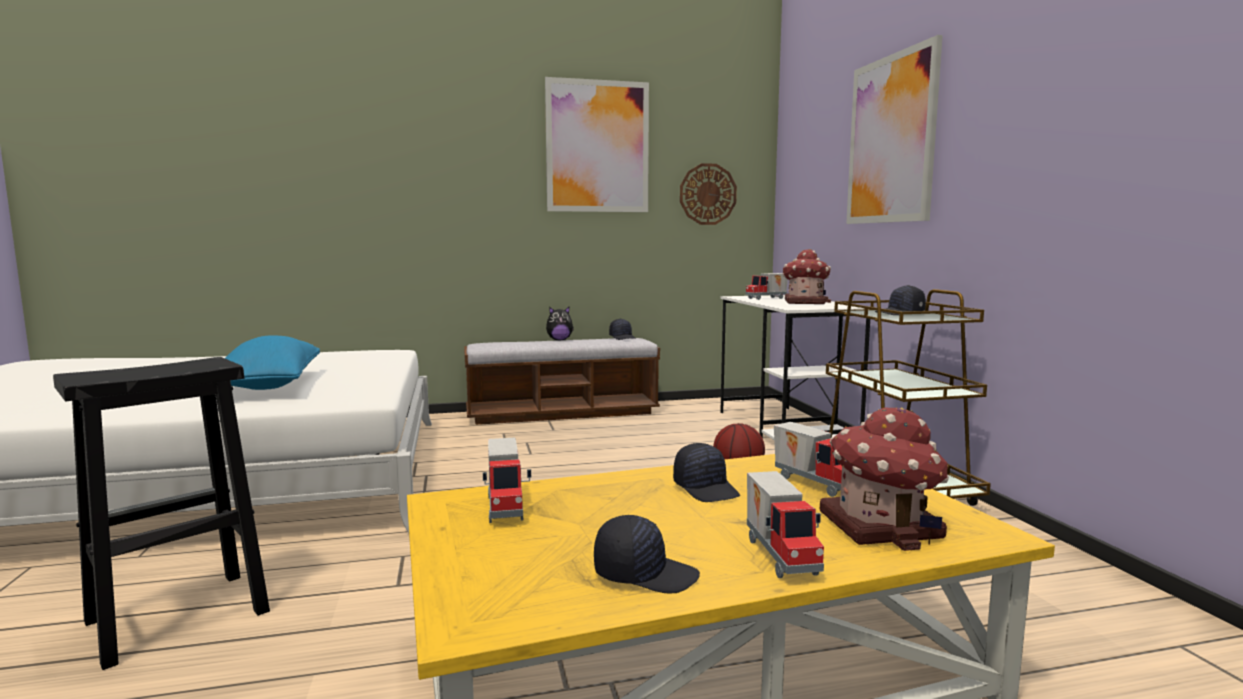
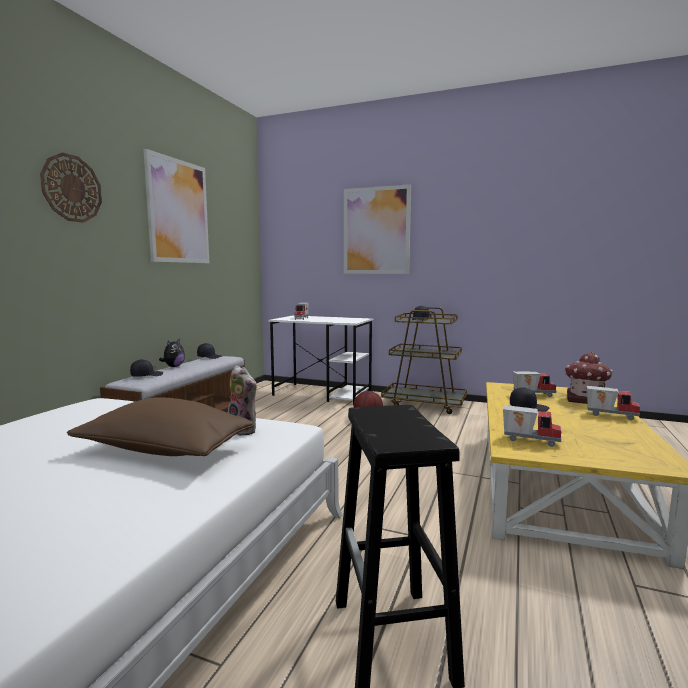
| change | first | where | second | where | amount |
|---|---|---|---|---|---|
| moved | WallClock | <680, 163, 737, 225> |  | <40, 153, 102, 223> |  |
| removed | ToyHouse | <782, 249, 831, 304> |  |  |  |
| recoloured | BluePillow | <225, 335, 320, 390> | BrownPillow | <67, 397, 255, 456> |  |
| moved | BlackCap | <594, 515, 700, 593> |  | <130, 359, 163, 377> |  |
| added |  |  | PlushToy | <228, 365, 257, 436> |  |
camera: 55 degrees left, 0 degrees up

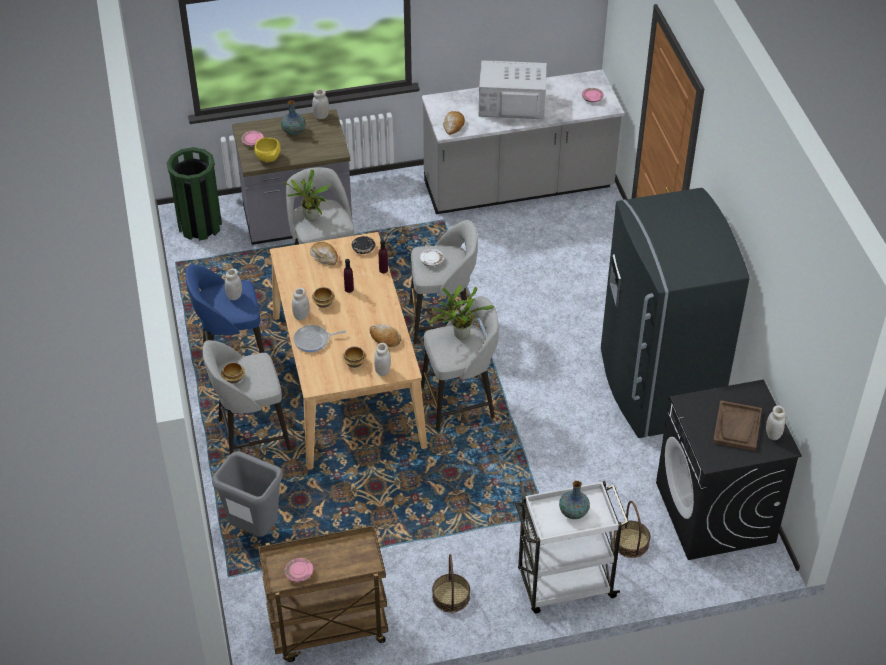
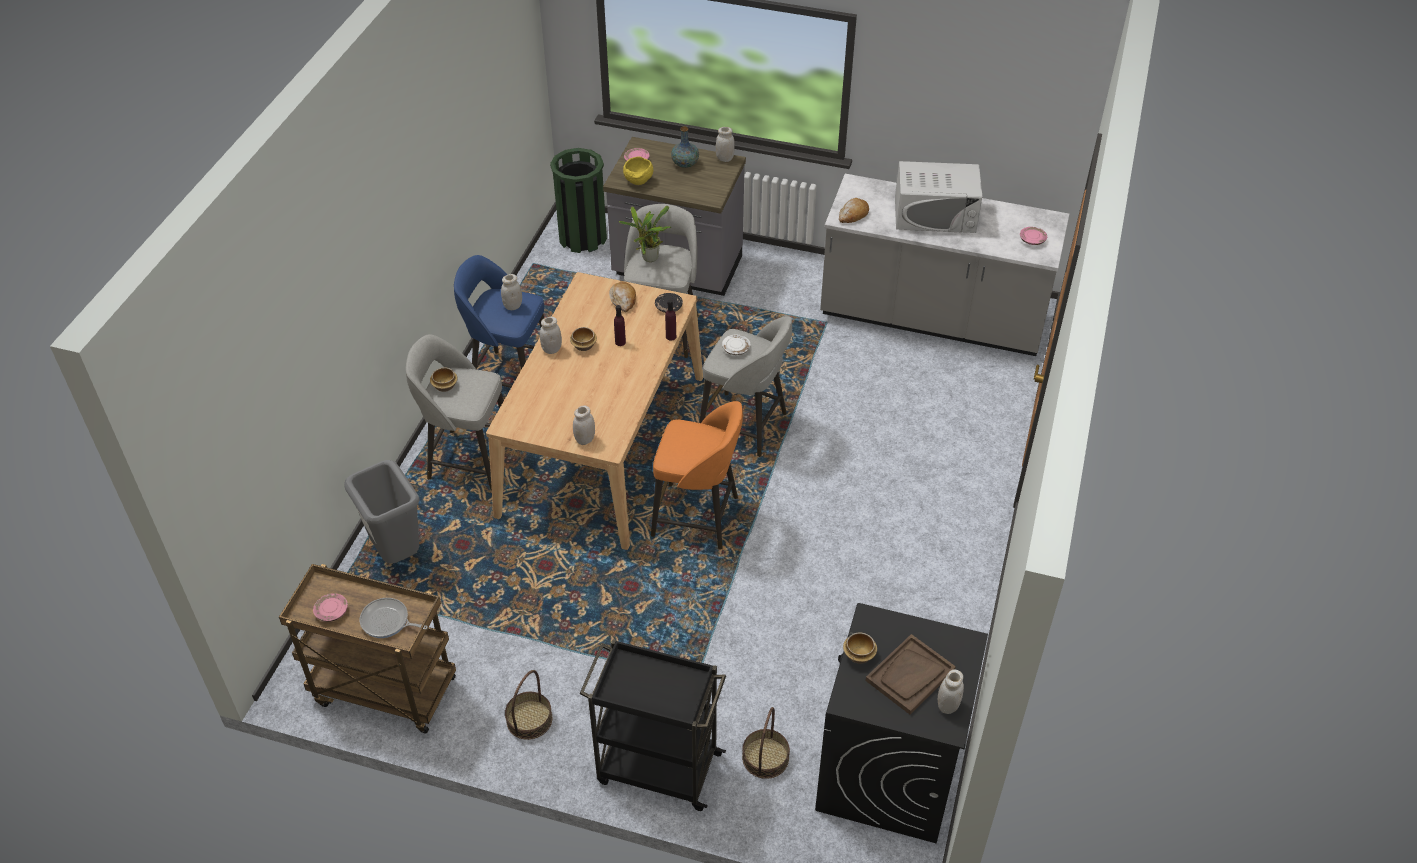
| change | first | where | second | where | amount |
|---|---|---|---|---|---|
| turned | WhiteMicrowave | <479, 60, 547, 119> |  | <895, 161, 982, 233> | 150 degrees clockwise |
| removed | GreyFridge | <601, 188, 750, 438> |  |  |  |
| removed | PottedPlant | <429, 285, 494, 340> |  |  |  |
| recoloured | GreyStool | <421, 296, 499, 431> | OrangeStool | <651, 401, 743, 550> |  |
| removed | Bread | <370, 324, 401, 347> |  |  |  |
| moved | FryingPan | <293, 325, 346, 352> |  | <360, 598, 428, 638> |  |
| moved | Bowl | <342, 346, 366, 368> |  | <843, 632, 877, 664> |  |
| recoloured | WhiteCart | <515, 481, 629, 613> | BlackCart | <580, 639, 726, 811> |  |
| removed | Vase | <559, 481, 590, 519> |  |  |  |
camera: 30 degrees right, 0 degrees up

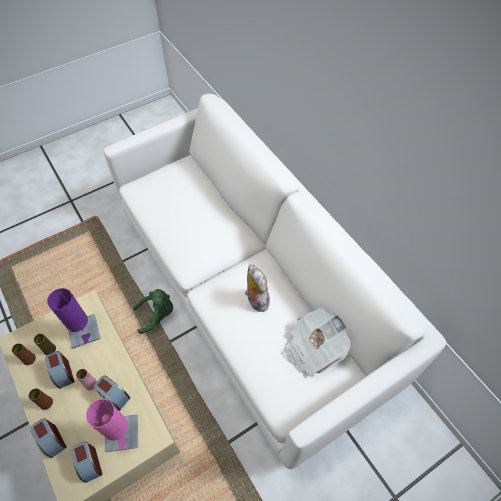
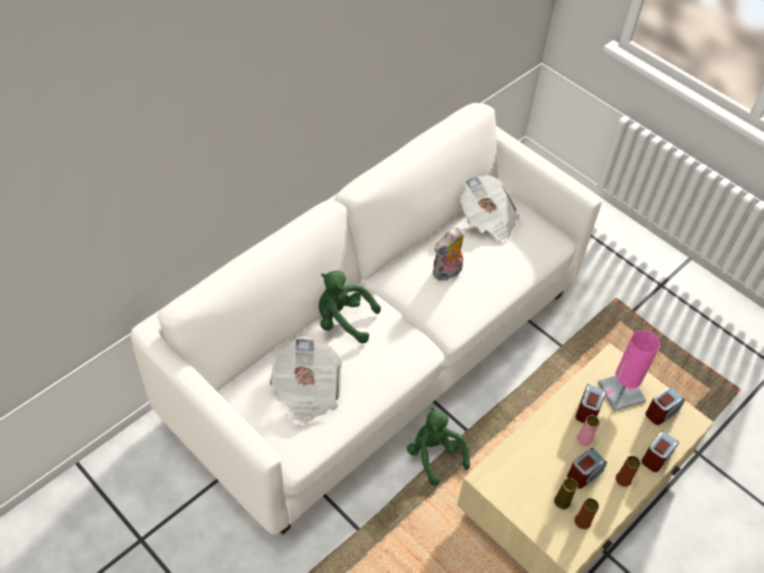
| change | first | where | second | where | amount |
|---|---|---|---|---|---|
| removed | PurpleTableLamp | <47, 288, 101, 349> |  |  |  |
| added |  |  | GreenPlushToy | <319, 270, 381, 344> |  |
| added |  |  | Newspaper | <270, 336, 342, 425> |  |
camera: 105 degrees left, 5 degrees down

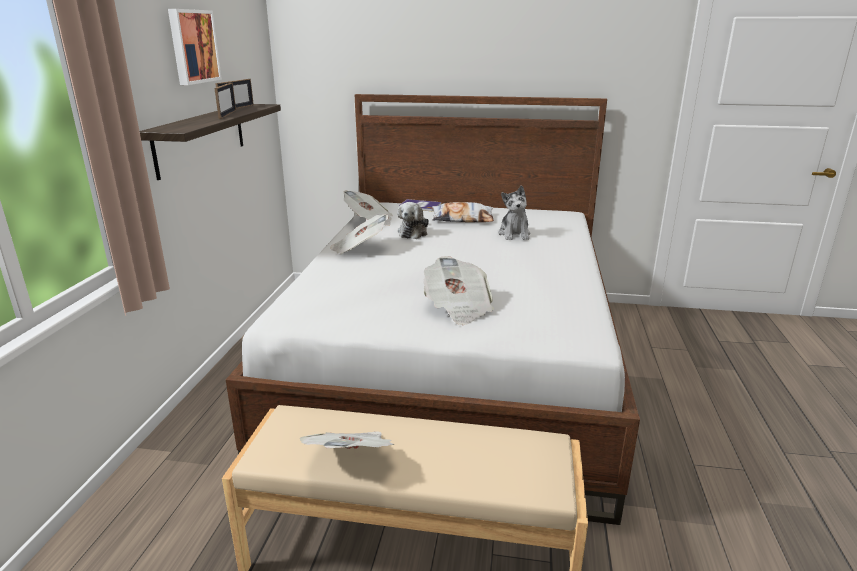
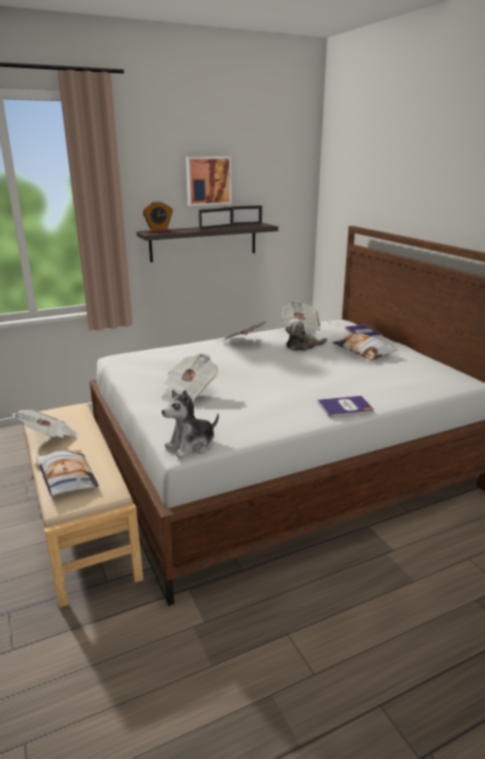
| change | first | where | second | where | amount |
|---|---|---|---|---|---|
| moved | PlushToy | <498, 185, 531, 240> |  | <162, 390, 219, 459> |  |
| added |  |  | AlarmClock | <142, 201, 173, 233> |  |
| added |  |  | Book | <317, 396, 374, 417> |  |
| added |  |  | Pillow | <36, 450, 99, 496> |  |
camera: 55 degrees right, 0 degrees up

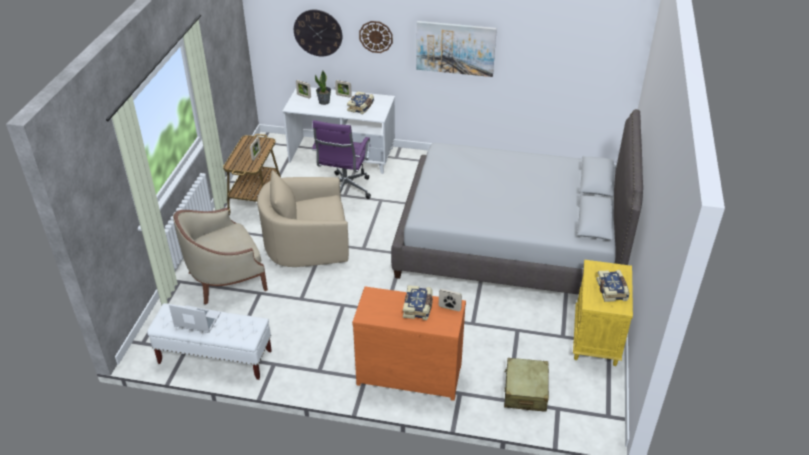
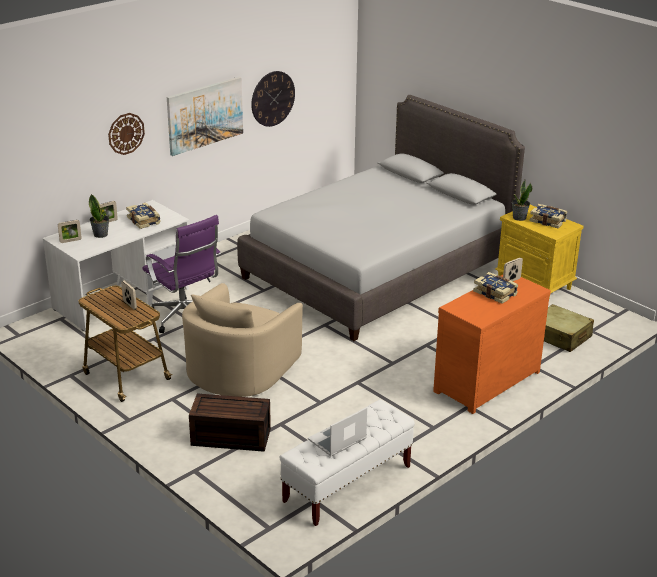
| change | first | where | second | where | amount |
|---|---|---|---|---|---|
| moved | WallClock | <294, 10, 342, 56> |  | <251, 71, 295, 127> |  |
| replaced | BeigeArmchair | <173, 208, 268, 305> | BrownStorageBox | <189, 393, 271, 452> |  |
| added |  |  | PottedPlant | <512, 180, 532, 221> |  |
camera: 55 degrees left, 10 degrees down

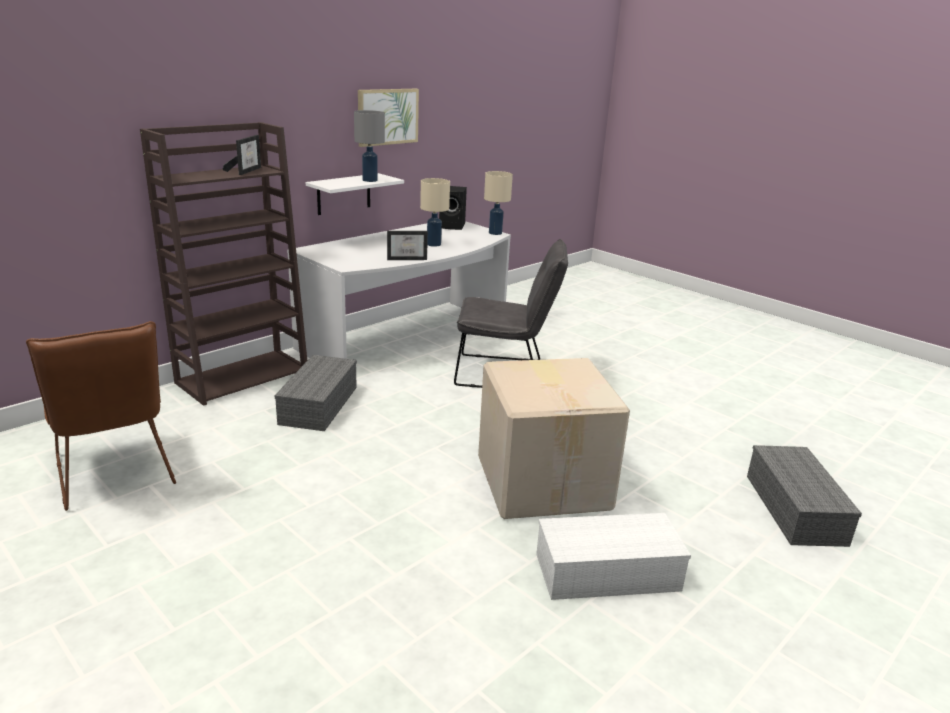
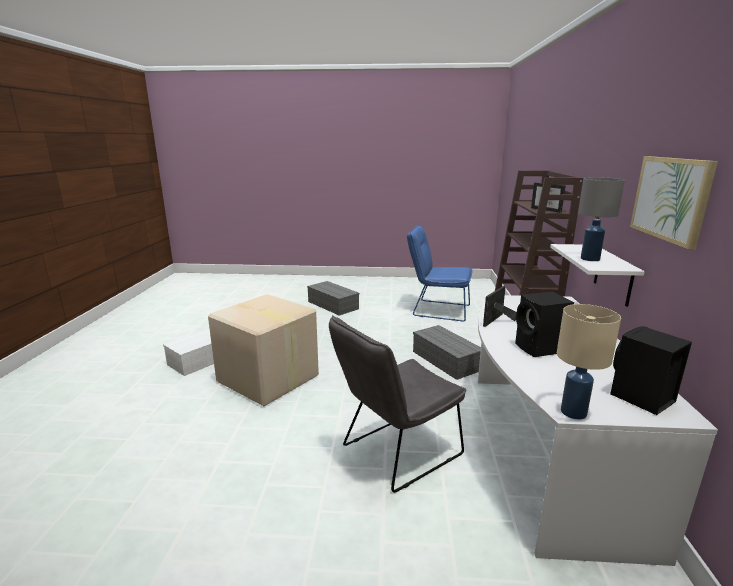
| change | first | where | second | where | amount |
|---|---|---|---|---|---|
| replaced | BeigeTableLamp | <420, 178, 450, 247> | BlackSpeaker | <515, 292, 574, 357> |  |
| recoloured | BrownChair | <26, 321, 176, 511> | BlueChair | <407, 225, 473, 321> |  |
| moved | GreyStorageBox | <747, 445, 862, 547> |  | <307, 281, 359, 316> |  |
camera: 140 degrees right, 5 degrees down

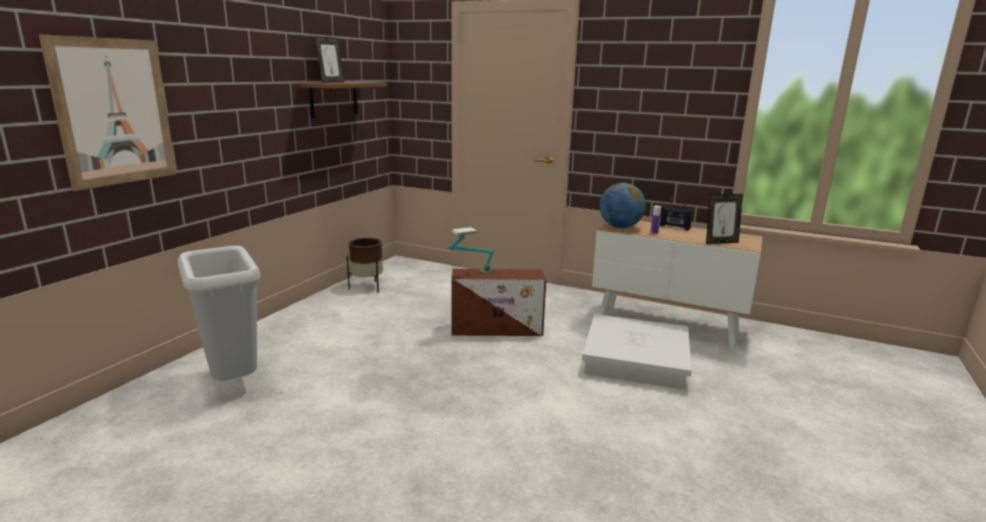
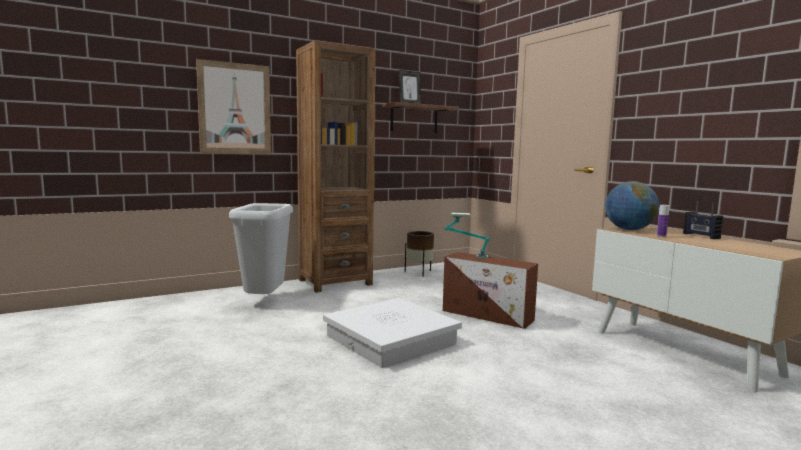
| change | first | where | second | where | amount |
|---|---|---|---|---|---|
| removed | PictureFrame | <706, 194, 743, 244> |  |  |  |
| moved | WhiteStorageBox | <582, 314, 691, 389> |  | <323, 298, 462, 368> |  |
| added |  |  | BrownBookcase | <296, 40, 376, 293> |  |
camera: 35 degrees right, 10 degrees down

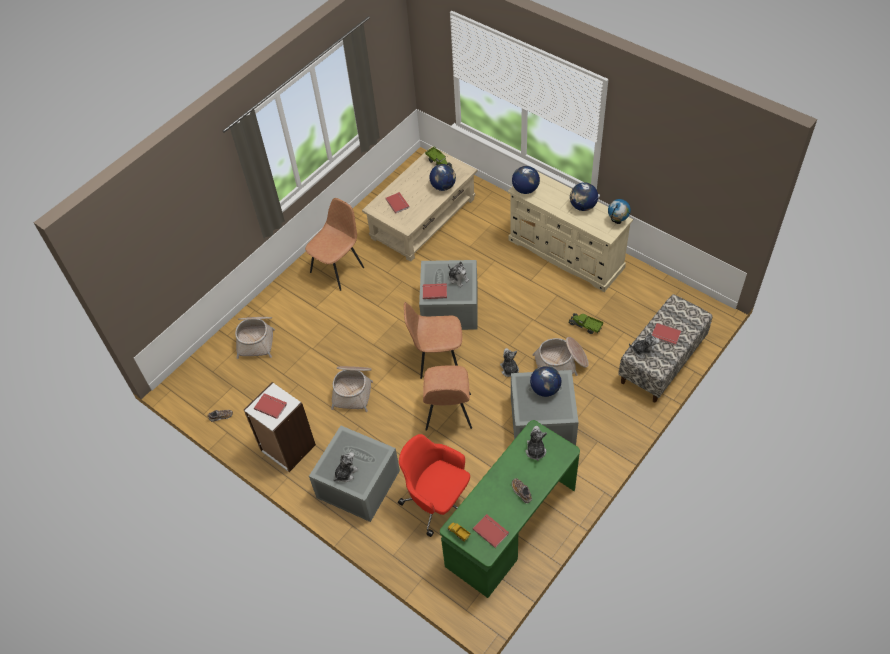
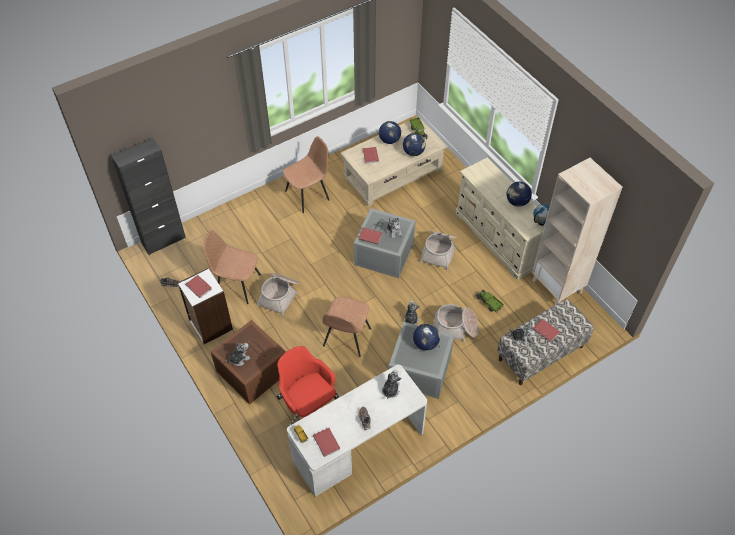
| change | first | where | second | where | amount |
|---|---|---|---|---|---|
| moved | Globe | <512, 166, 540, 194> |  | <379, 121, 401, 144> |  |
| moved | BrownChair | <404, 302, 462, 379> |  | <203, 230, 261, 304> |  |
| moved | Basket | <235, 317, 275, 359> |  | <419, 231, 457, 271> |  |
| recoloured | GreenDesk | <440, 420, 580, 598> | WhiteDesk | <287, 365, 427, 497> |  |
| recoloured | GreyStorageBox | <309, 426, 400, 522> | BrownStorageBox | <210, 320, 286, 405> |  |
| added |  |  | BlackCabinet | <111, 138, 186, 255> |  |
| added |  |  | BeigeBookcase | <532, 158, 623, 304> |  |
camera: 15 degrees right, 0 degrees up

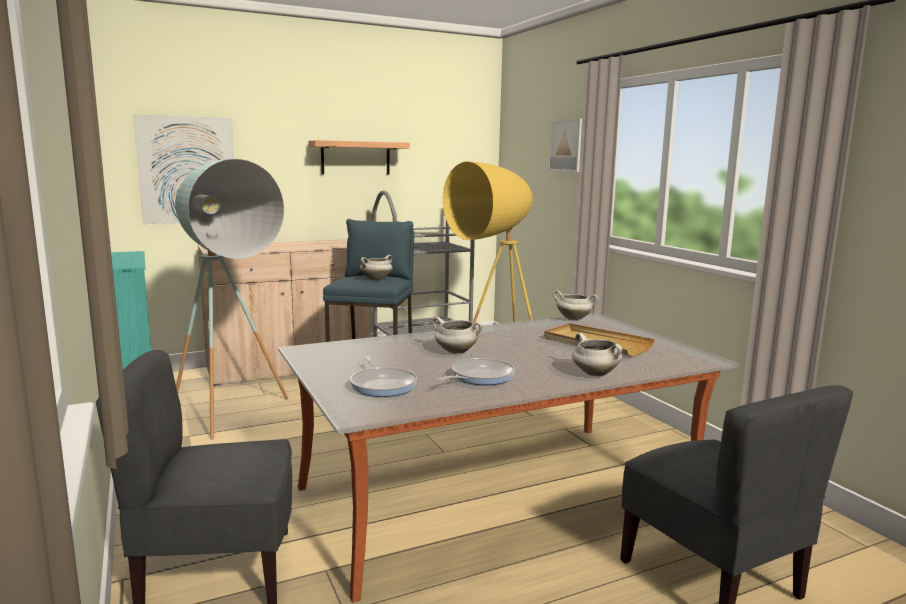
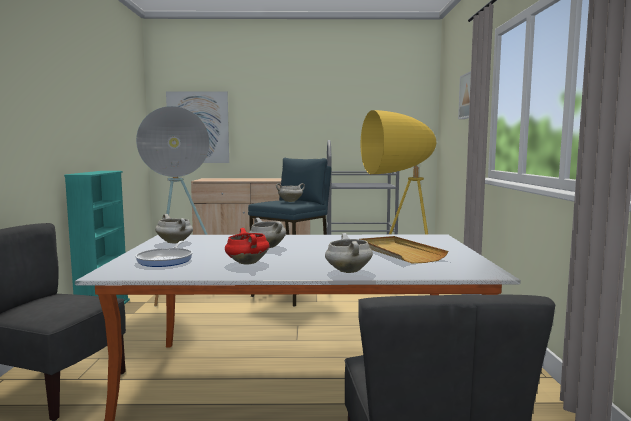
| change | first | where | second | where | amount |
|---|---|---|---|---|---|
| removed | Shelf | <308, 140, 410, 175> |  |  |  |
| moved | WhiteCookingPot | <553, 290, 598, 320> |  | <155, 214, 193, 243> |  |
| replaced | FryingPan | <437, 358, 515, 385> | RedCookingPot | <225, 228, 270, 265> |  |
camera: 25 degrees right, 5 degrees down

